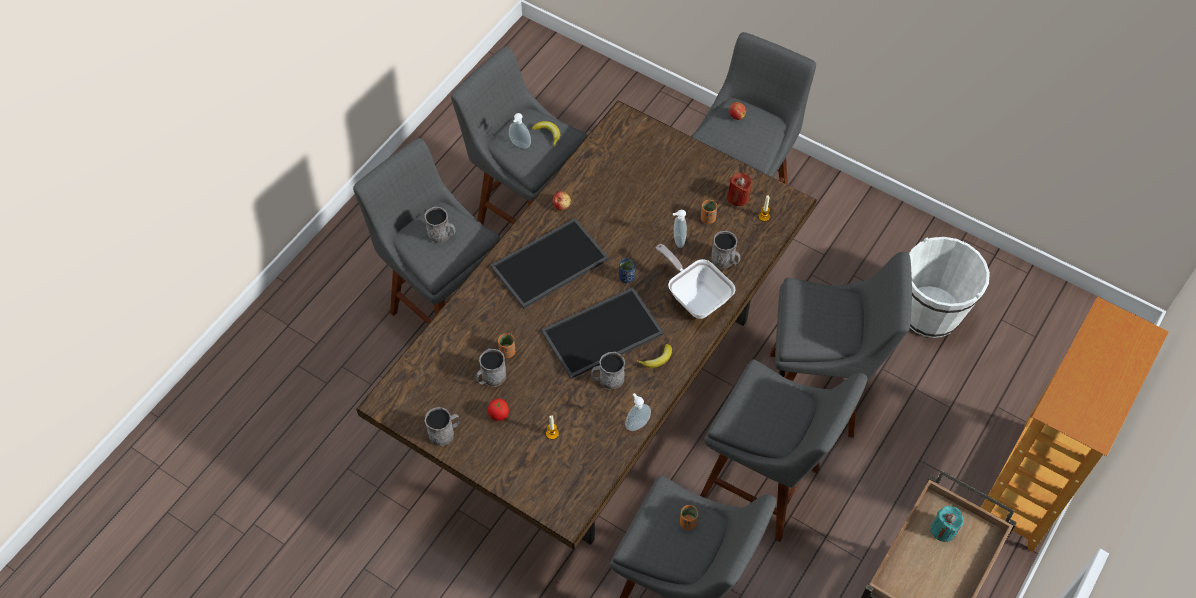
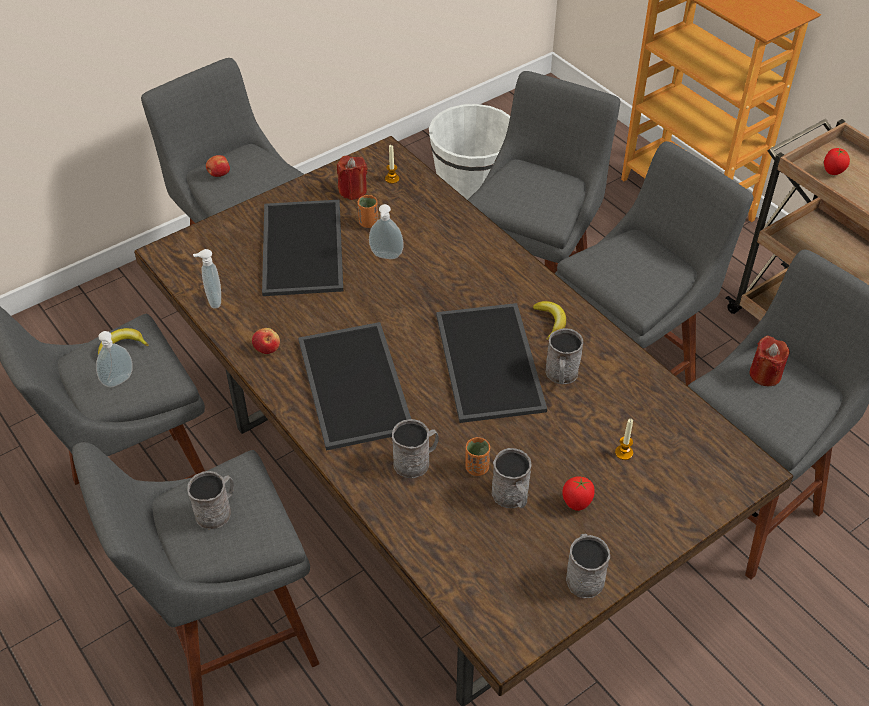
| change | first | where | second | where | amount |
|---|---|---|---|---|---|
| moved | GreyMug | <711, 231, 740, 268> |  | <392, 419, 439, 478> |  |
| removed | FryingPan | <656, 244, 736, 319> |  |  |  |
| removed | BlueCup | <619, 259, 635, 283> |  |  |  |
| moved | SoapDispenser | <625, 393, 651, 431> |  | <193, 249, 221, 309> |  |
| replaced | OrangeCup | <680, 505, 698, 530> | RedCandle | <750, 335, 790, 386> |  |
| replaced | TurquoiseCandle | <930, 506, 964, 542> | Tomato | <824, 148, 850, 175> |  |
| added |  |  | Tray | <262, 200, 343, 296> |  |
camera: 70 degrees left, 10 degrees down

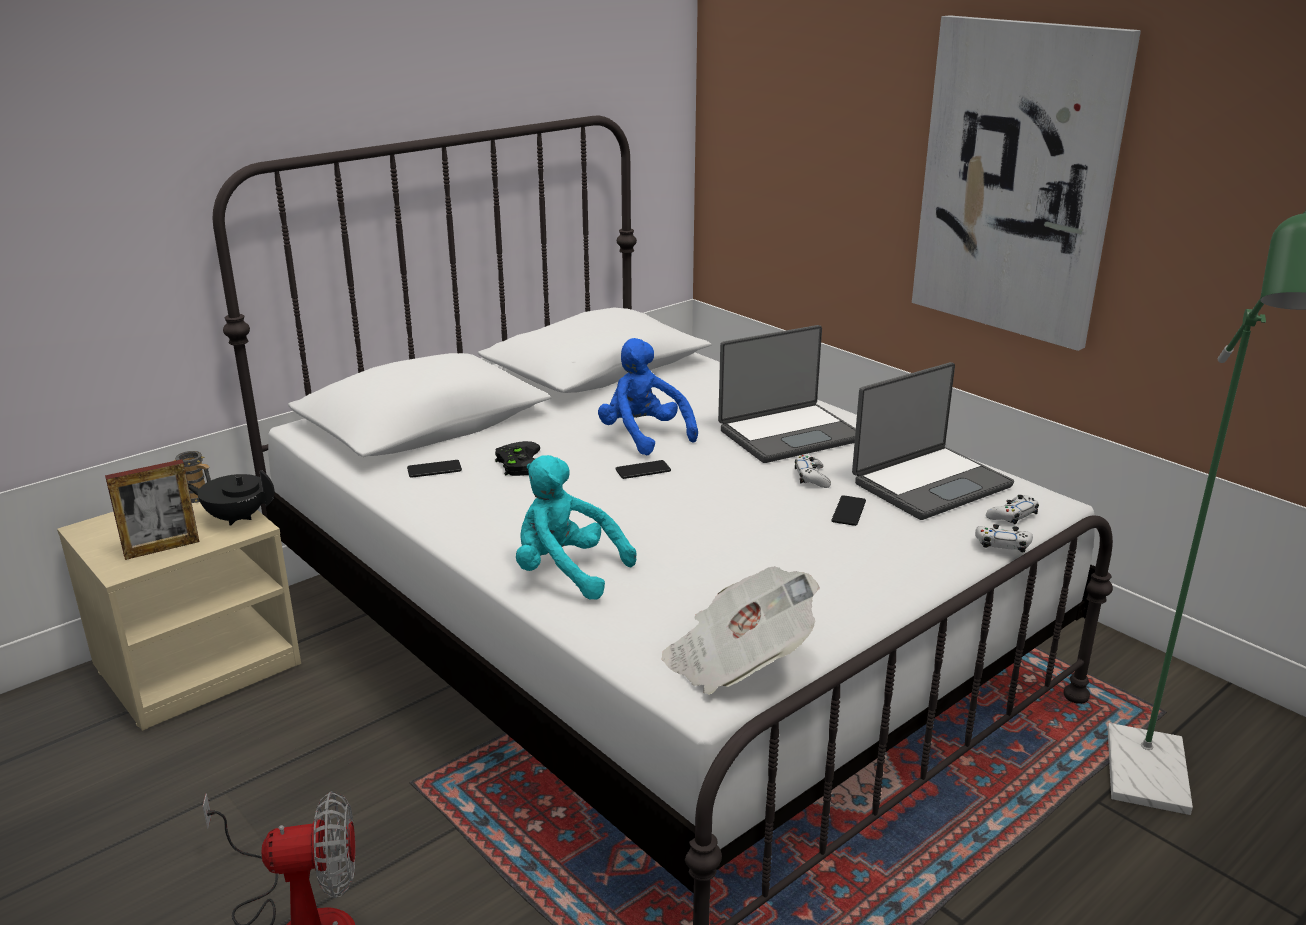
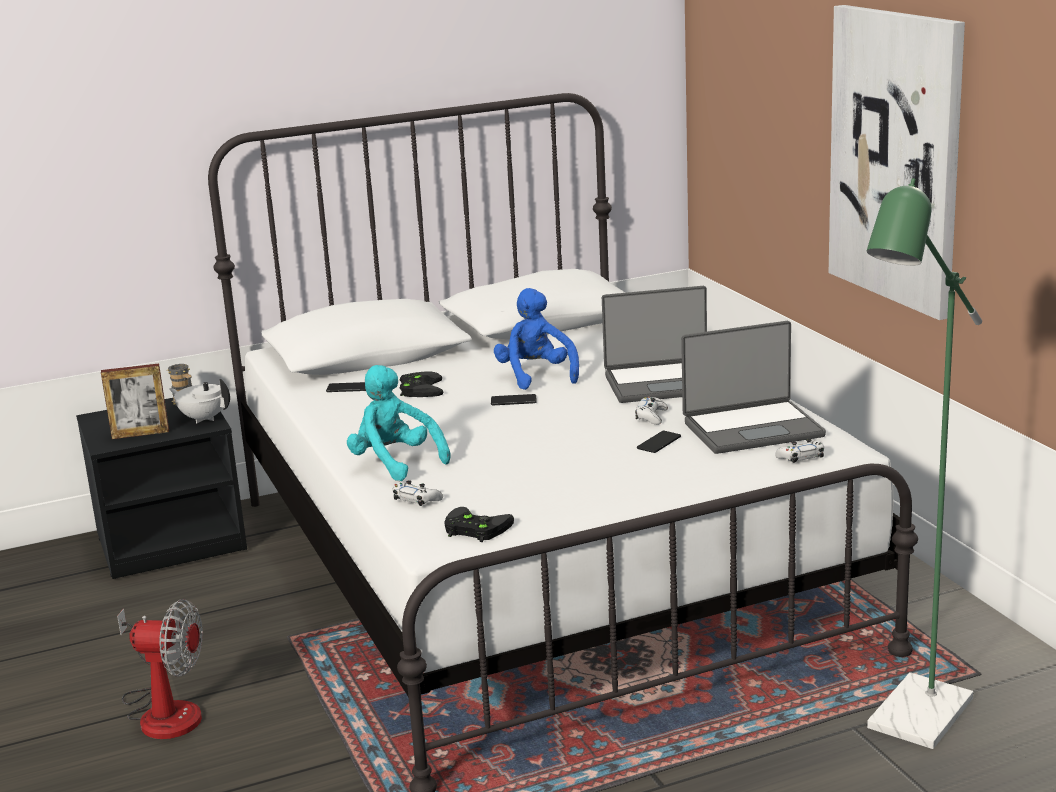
| change | first | where | second | where | amount |
|---|---|---|---|---|---|
| recoloured | BlackTeapot | <188, 470, 275, 526> | WhiteTeapot | <169, 379, 230, 423> |  |
| recoloured | BeigeNightstand | <57, 502, 301, 731> | BlackNightstand | <76, 398, 247, 579> |  |
| moved | WhiteGameController | <975, 524, 1033, 552> |  | <392, 480, 443, 506> |  |
| replaced | Newspaper | <661, 566, 819, 695> | BlackGameController | <444, 507, 514, 542> |  |
camera: 20 degrees right, 5 degrees down

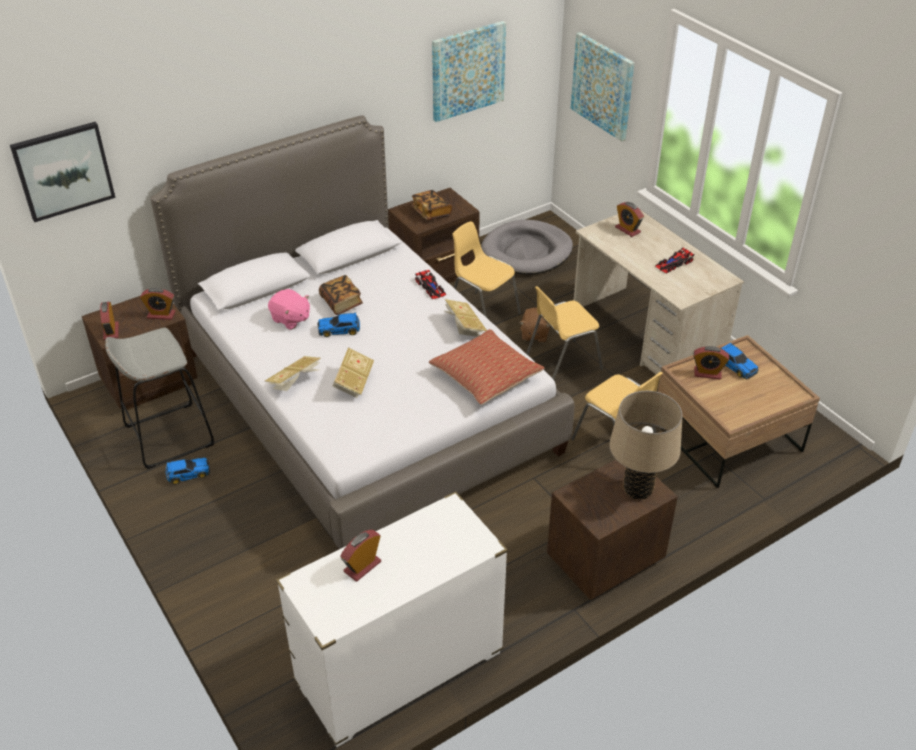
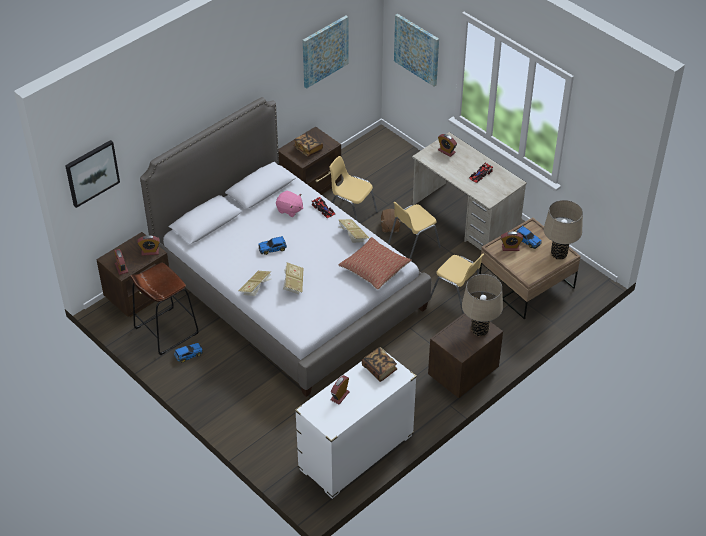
| change | first | where | second | where | amount |
|---|---|---|---|---|---|
| removed | GreyDogBed | <481, 220, 573, 275> |  |  |  |
| moved | Book | <319, 275, 363, 315> |  | <362, 347, 397, 382> |  |
| moved | PinkPlushToy | <268, 289, 310, 330> |  | <276, 191, 303, 217> |  |
| recoloured | GreyStool | <105, 328, 215, 469> | BrownStool | <131, 263, 199, 355> |  |
| added |  |  | BeigeTableLamp | <544, 200, 583, 259> |  |
camera: 10 degrees left, 5 degrees up

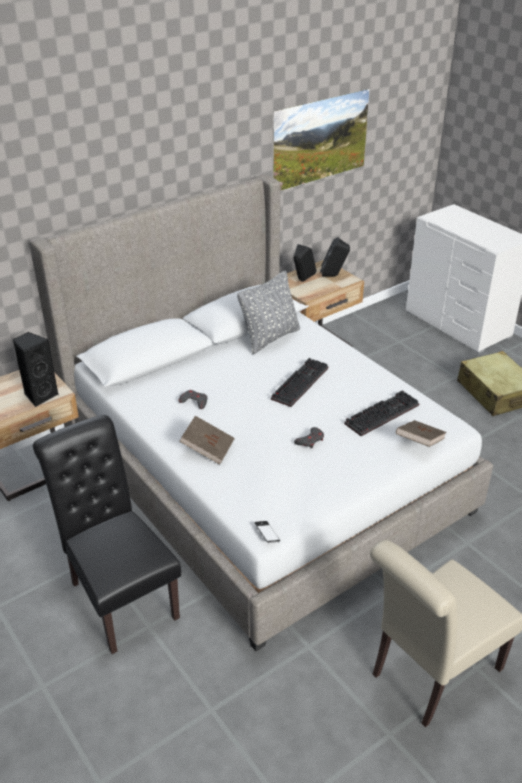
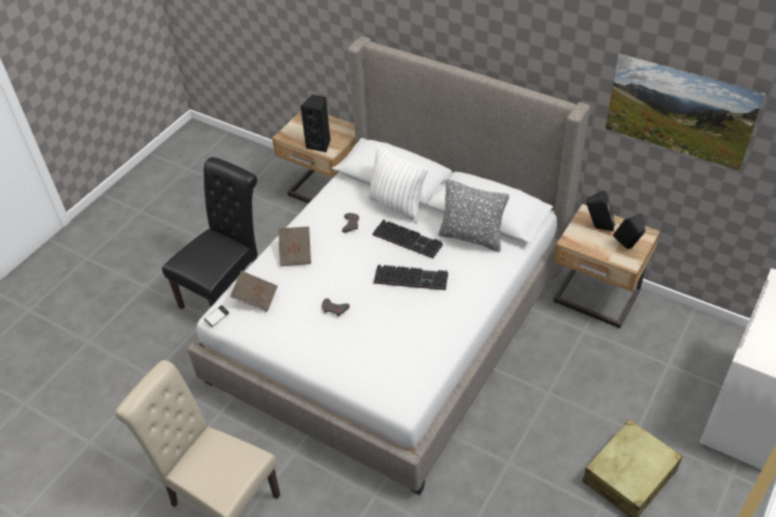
| change | first | where | second | where | amount |
|---|---|---|---|---|---|
| moved | Keyboard | <344, 390, 419, 436> |  | <372, 219, 443, 258> |  |
| moved | BrownBook | <396, 420, 447, 447> |  | <230, 271, 278, 312> |  |
| added |  |  | WhitePillow | <367, 145, 428, 223> |  |
camera: 70 degrees right, 10 degrees up

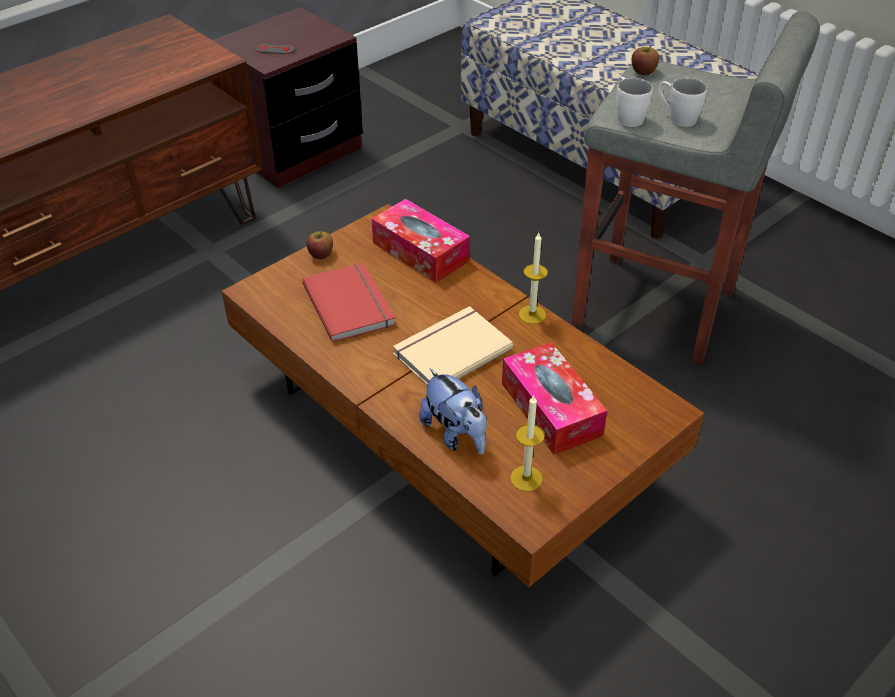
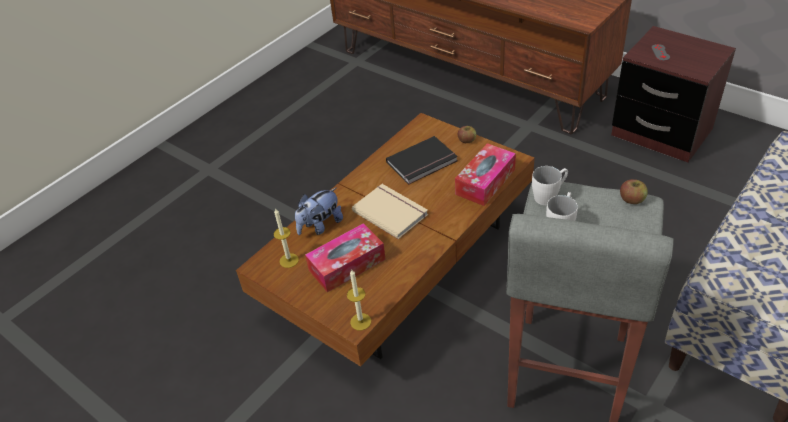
| change | first | where | second | where | amount |
|---|---|---|---|---|---|
| moved | Candle | <519, 233, 548, 324> |  | <347, 270, 371, 330> |  |
| recoloured | RedBook | <302, 262, 396, 343> | BlackBook | <386, 136, 458, 185> |  |
camera: 85 degrees right, 0 degrees up

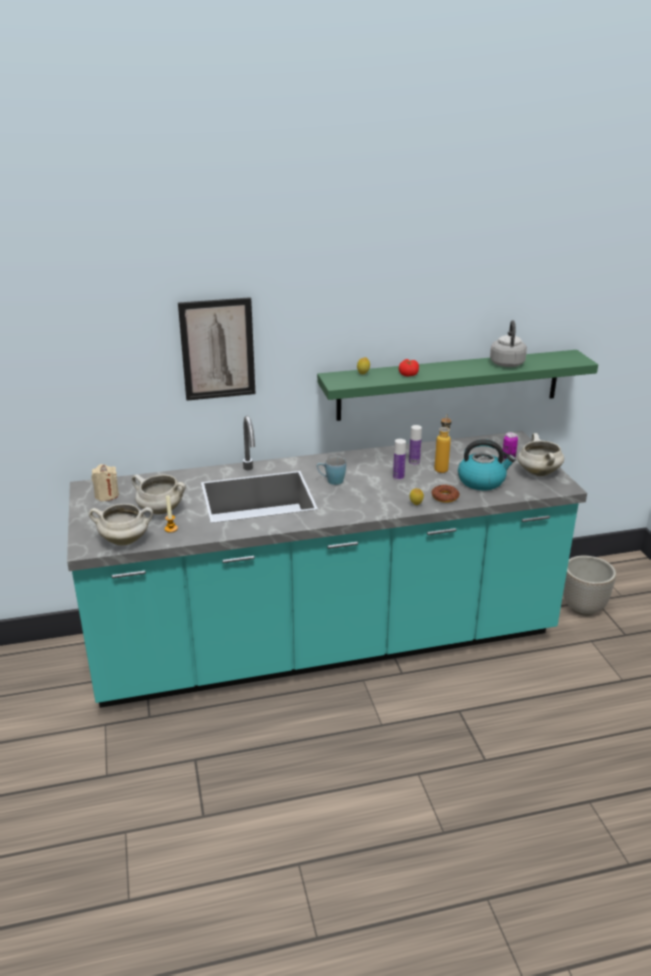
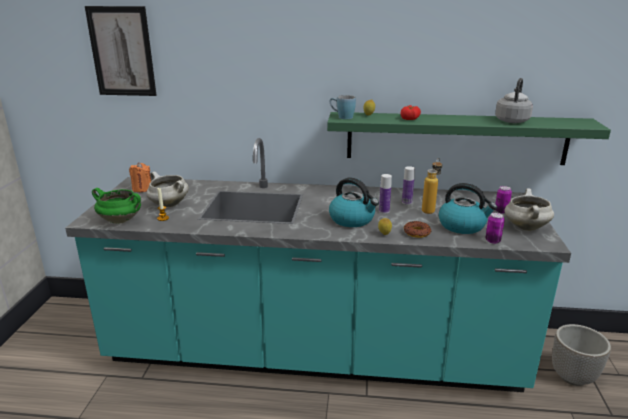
| change | first | where | second | where | amount |
|---|---|---|---|---|---|
| moved | Picture | <178, 297, 255, 401> |  | <85, 6, 157, 96> |  |
| moved | BlueMug | <317, 456, 346, 485> |  | <330, 95, 356, 119> |  |
| recoloured | BeigeCandle | <91, 464, 119, 501> | OrangeCandle | <129, 162, 151, 192> |  |
| recoloured | WhiteCookingPot | <89, 504, 153, 546> | GreenCookingPot | <92, 188, 141, 224> |  |
| added |  |  | Kettle | <329, 178, 379, 227> |  |
| added |  |  | Can | <485, 213, 505, 244> |  |
camera: 20 degrees right, 5 degrees down

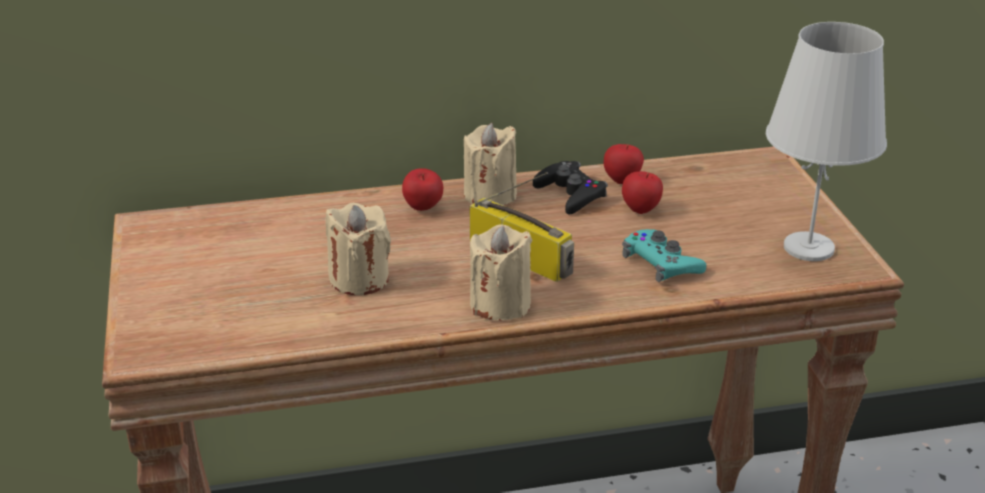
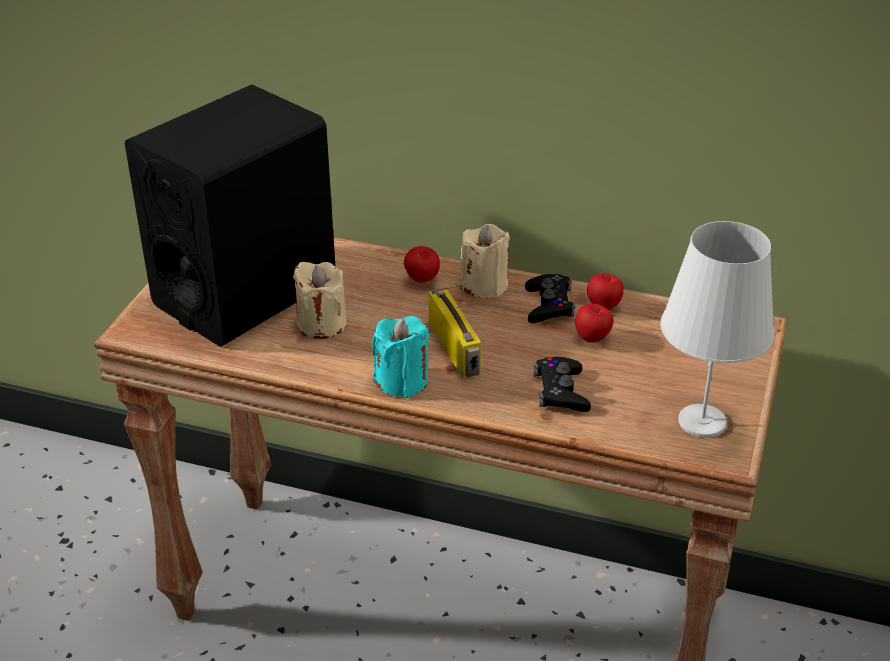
| change | first | where | second | where | amount |
|---|---|---|---|---|---|
| recoloured | BeigeCandle | <470, 225, 532, 321> | TurquoiseCandle | <372, 316, 429, 398> |  |
| recoloured | TurquoiseGameController | <622, 229, 706, 282> | BlackGameController | <534, 357, 591, 412> |  |
| added |  |  | BlackSpeaker | <125, 85, 335, 347> |  |
camera: 30 degrees right, 5 degrees up

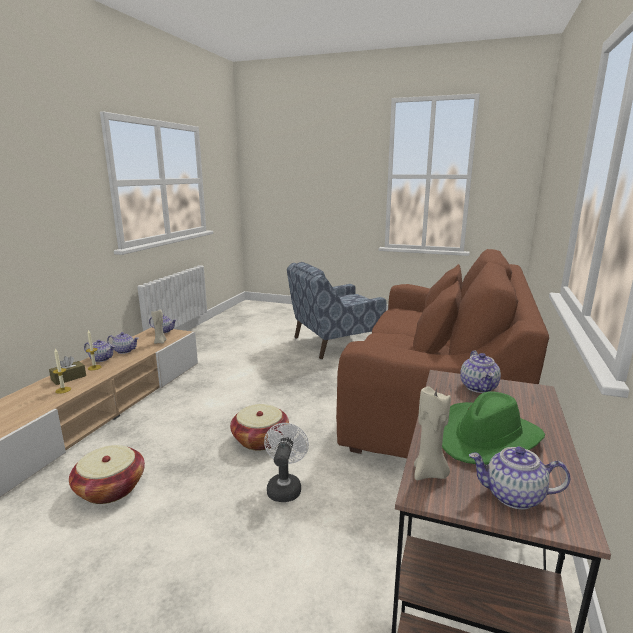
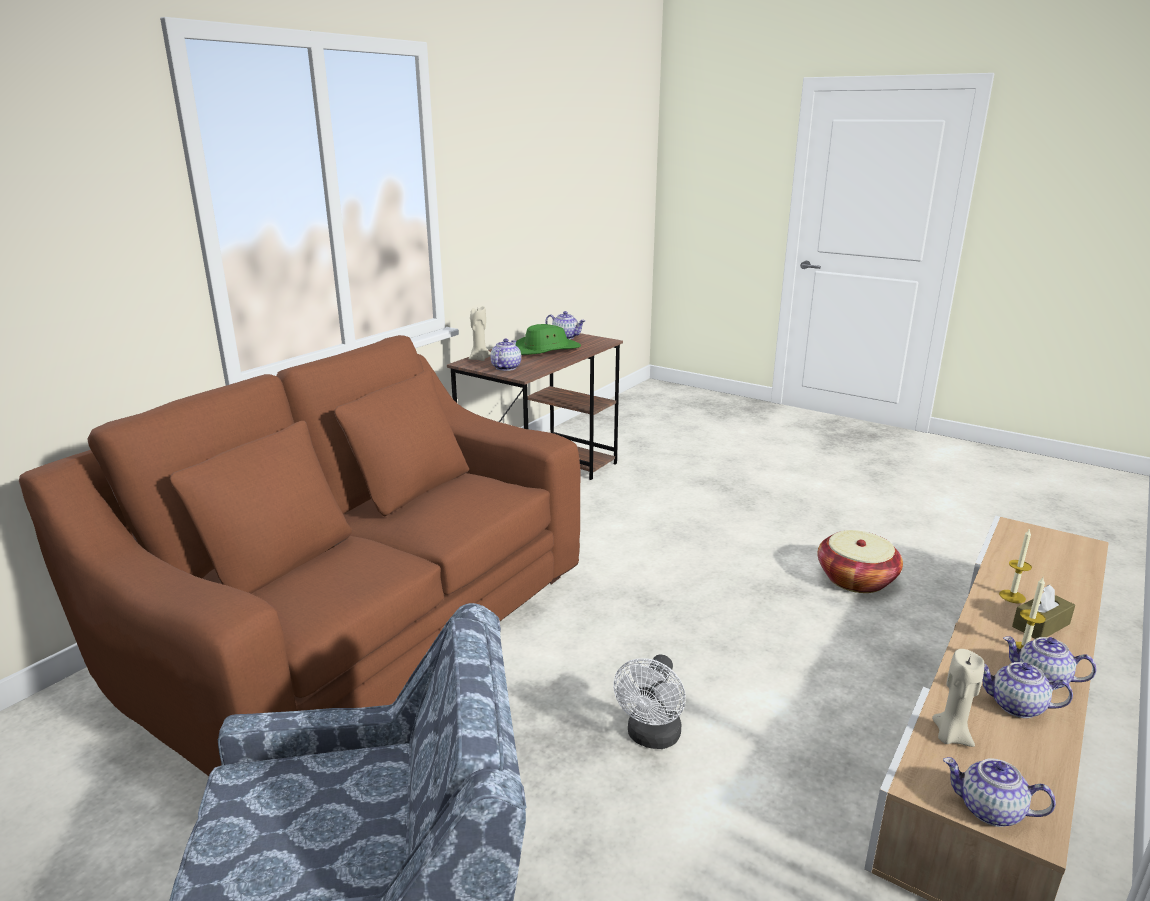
| change | first | where | second | where | amount |
|---|---|---|---|---|---|
| moved | BeigeCandle | <414, 386, 451, 480> |  | <469, 306, 491, 361> |  |
| removed | Basket | <230, 404, 289, 450> |  |  |  |
| moved | WhiteFan | <264, 423, 309, 502> |  | <613, 655, 686, 749> |  |
camera: 165 degrees left, 5 degrees up

